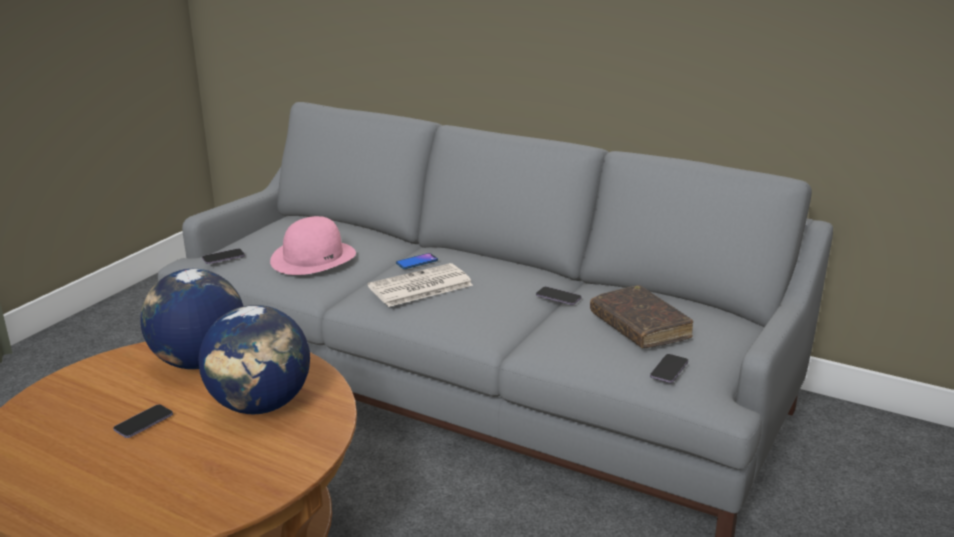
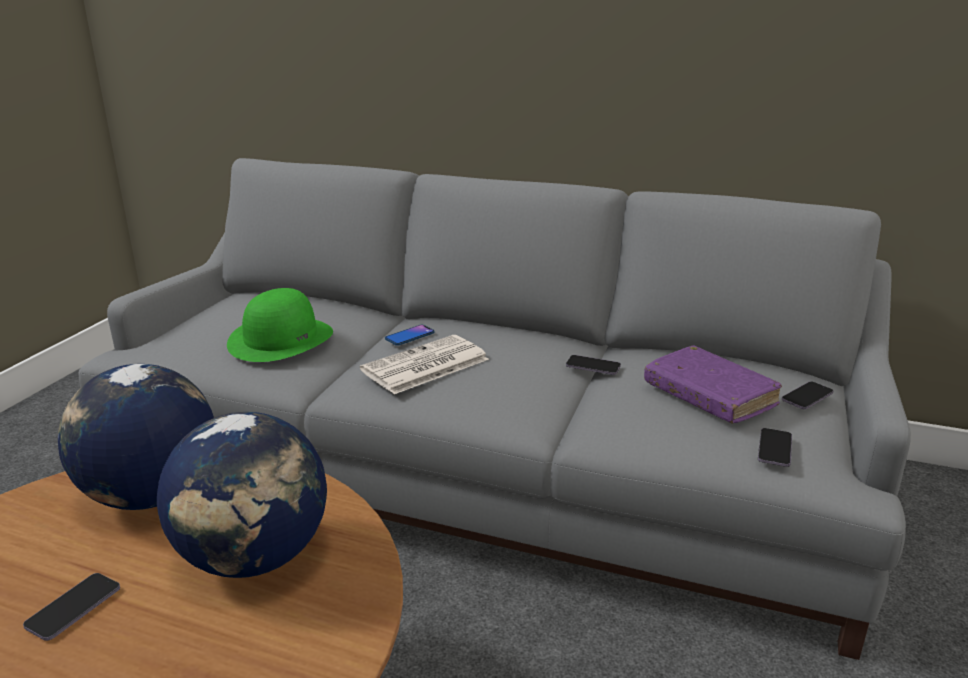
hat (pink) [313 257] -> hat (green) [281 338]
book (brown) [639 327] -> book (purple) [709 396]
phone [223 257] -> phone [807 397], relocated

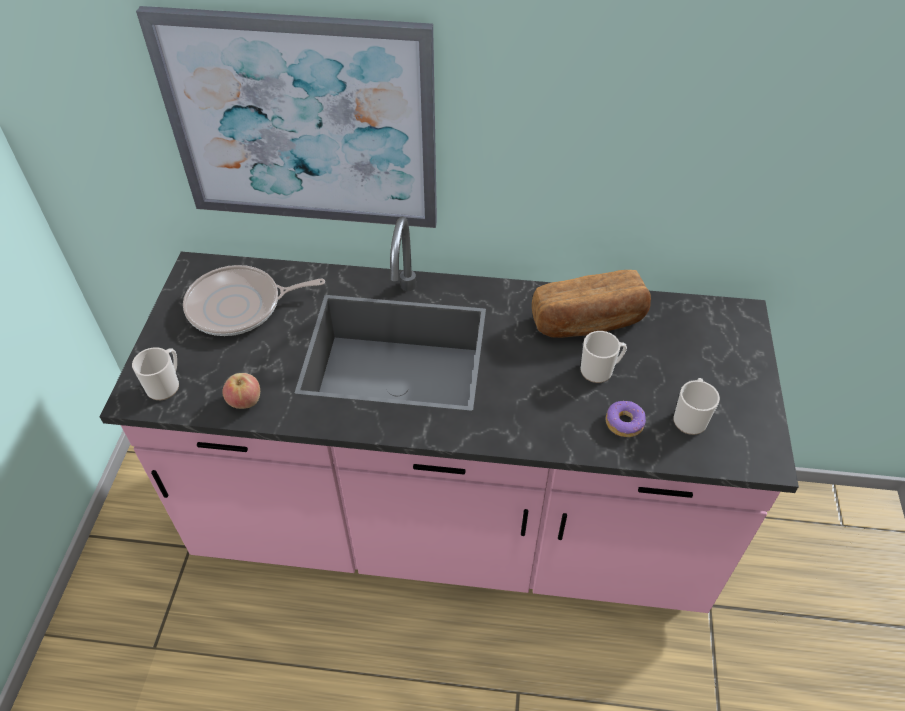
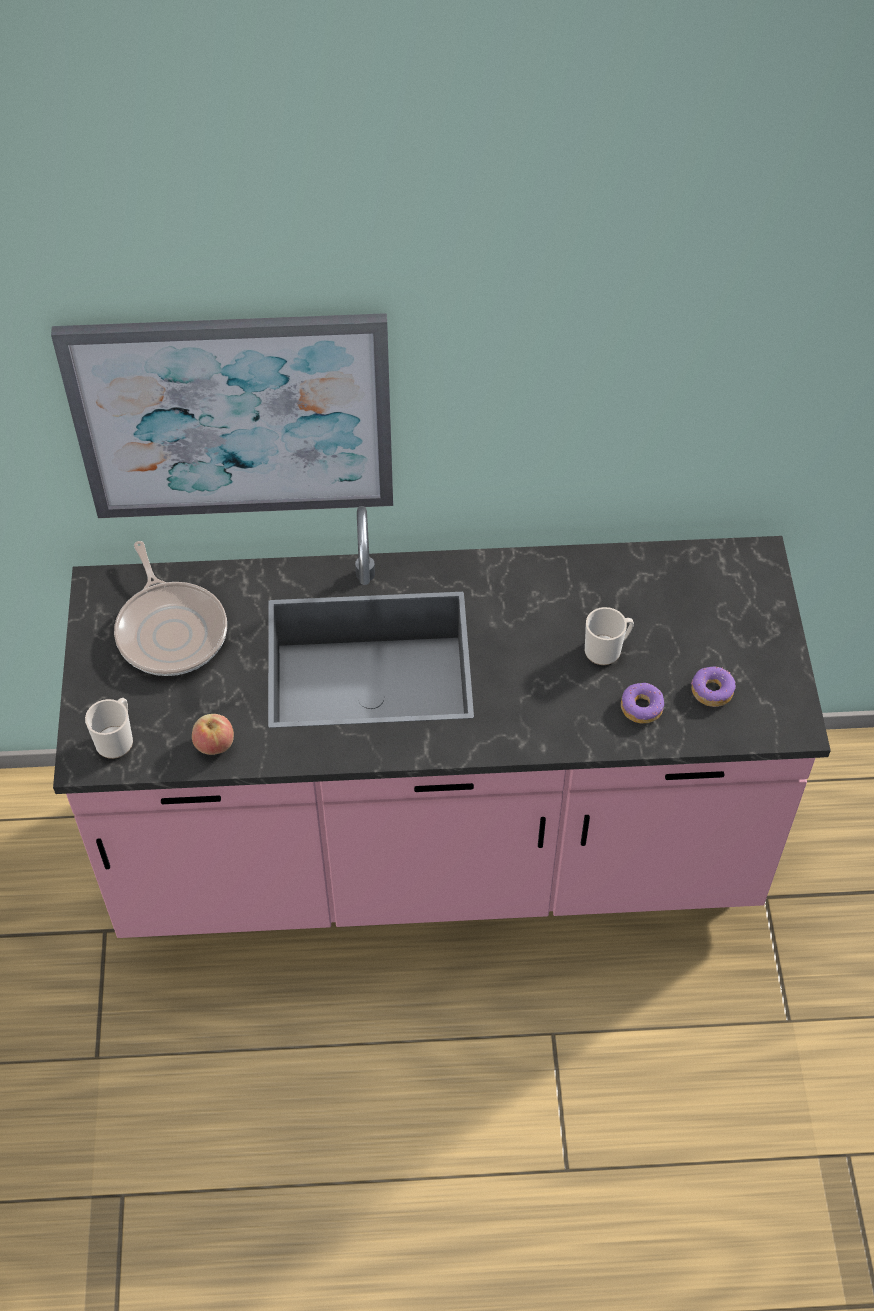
frying pan [240 306] -> frying pan [171 630], 90 degrees counterclockwise
mug [690 418] -> donut [711 691]
bread [588 322] -> none

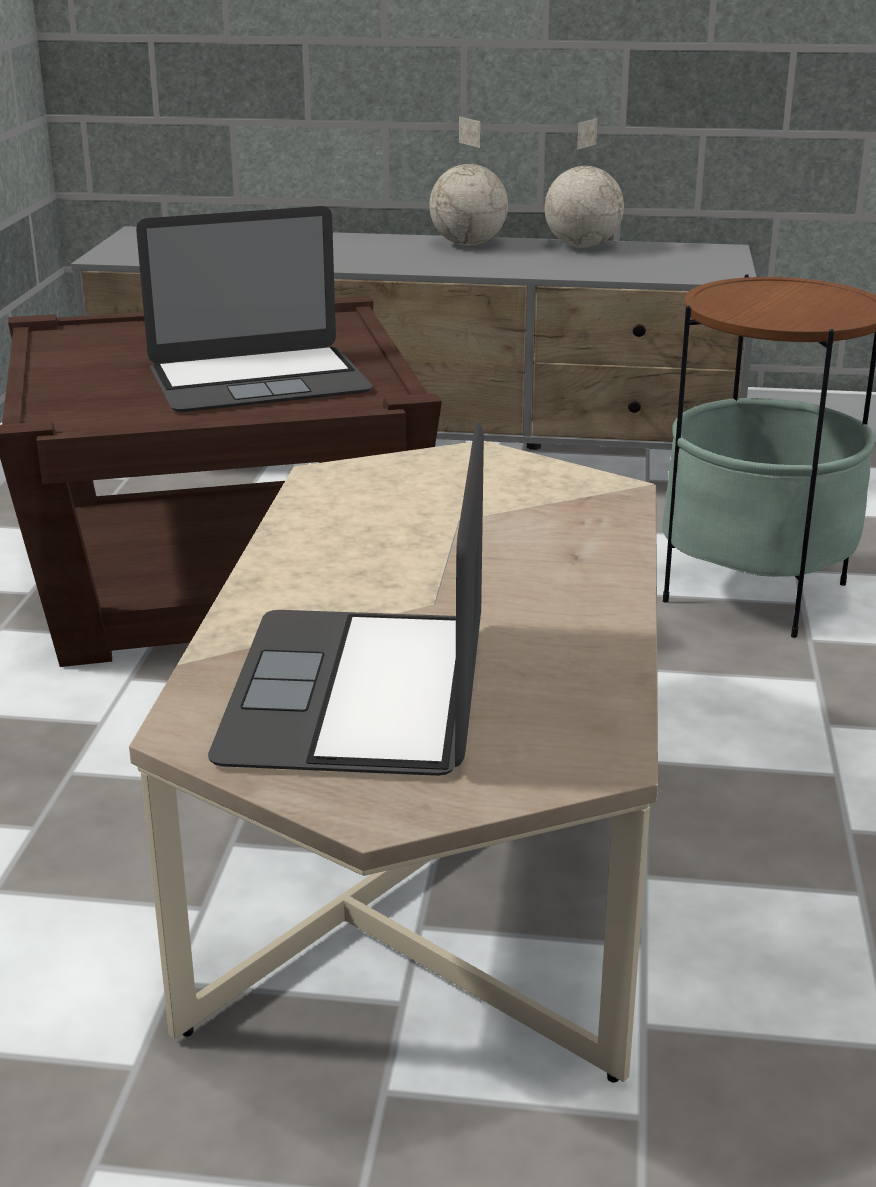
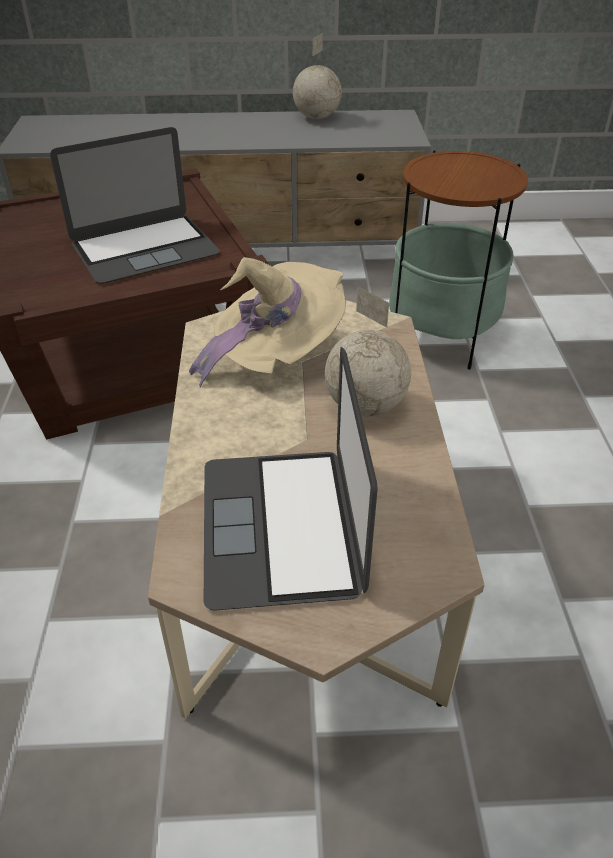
none -> hat (beige) [274 356]
globe [468 244] -> globe [365 405], relocated

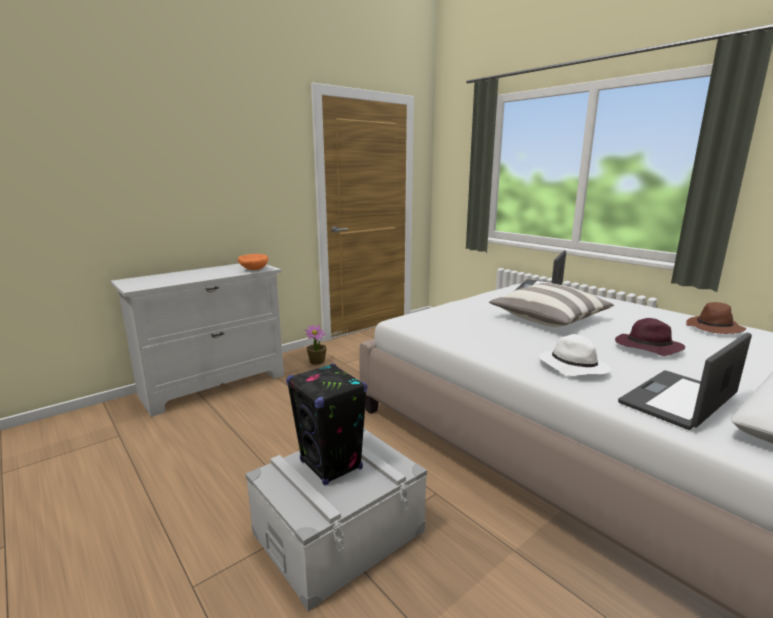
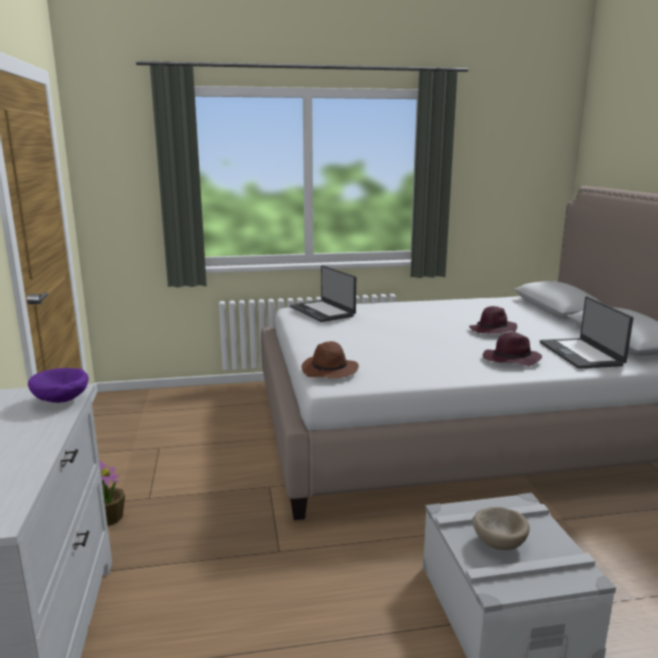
bowl (orange) [253 270] -> bowl (purple) [61 401]
hat (brown) [714 328] -> hat (brown) [330 371], relocated
speaker (black) [331 465] -> bowl (beige) [499 542]
hat (white) [572 367] -> hat (purple) [510 360]
pillow [549 319] -> none

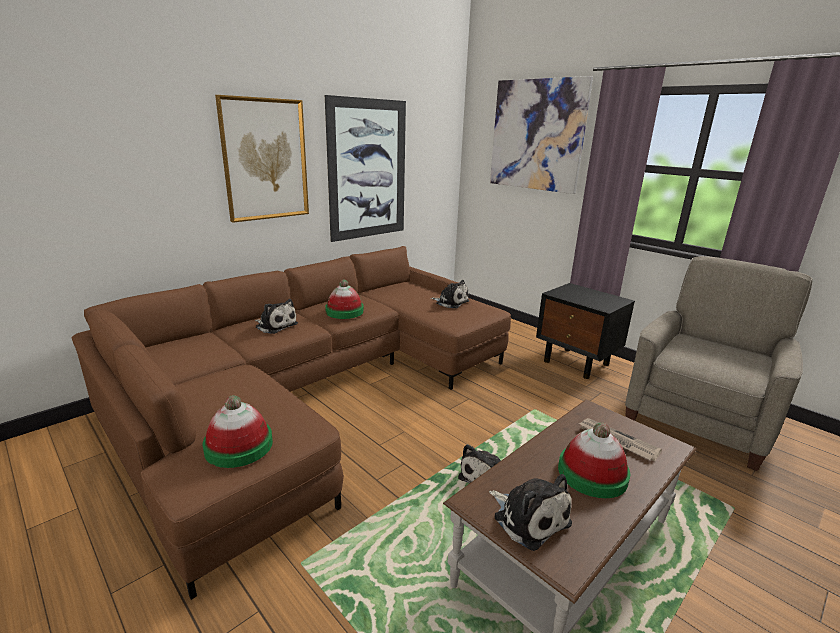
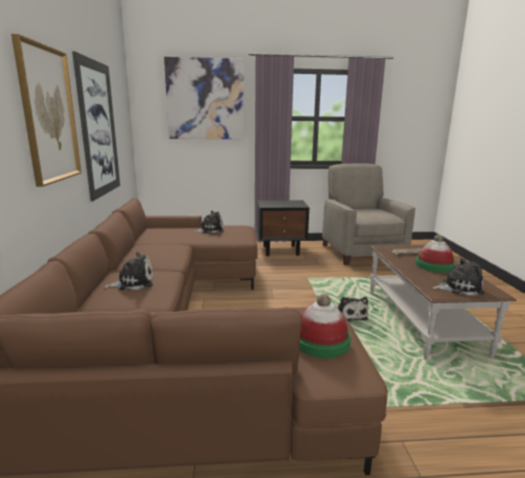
hat [344 311] -> none

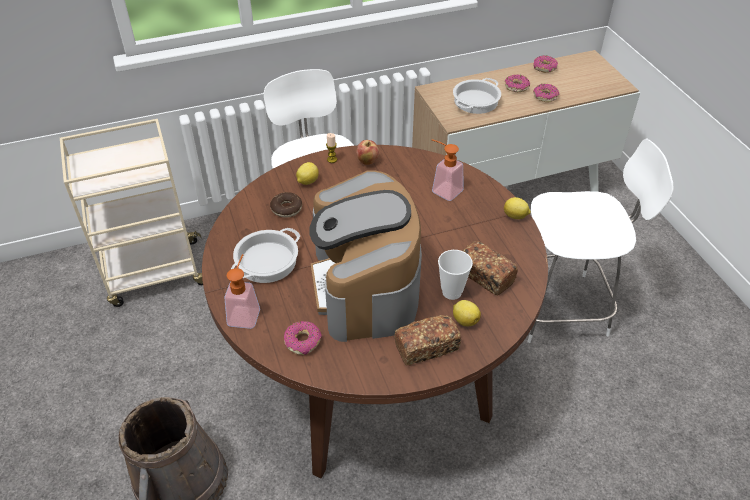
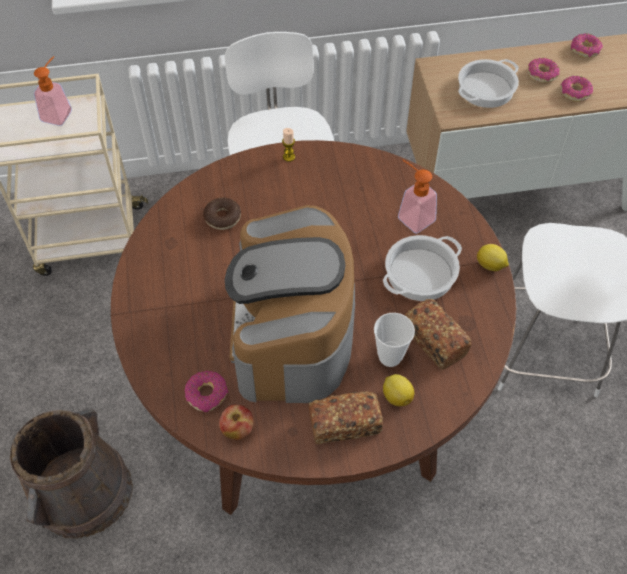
soap dispenser [245 312] -> soap dispenser [59 112], relocated
apple [367 161] -> apple [237 430], relocated
cooking pot [267 262] -> cooking pot [420 274], relocated
lemon [307 181] -> none

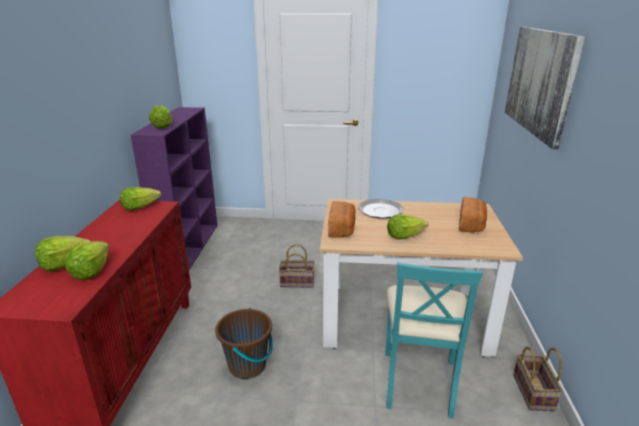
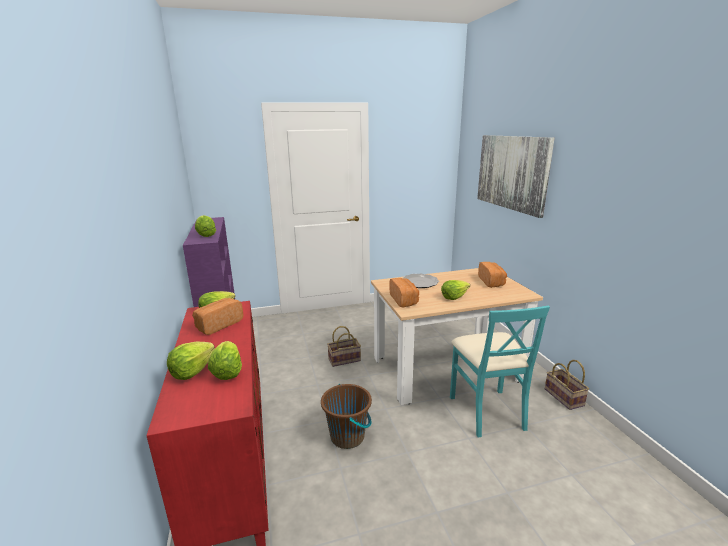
none -> bread [218 325]

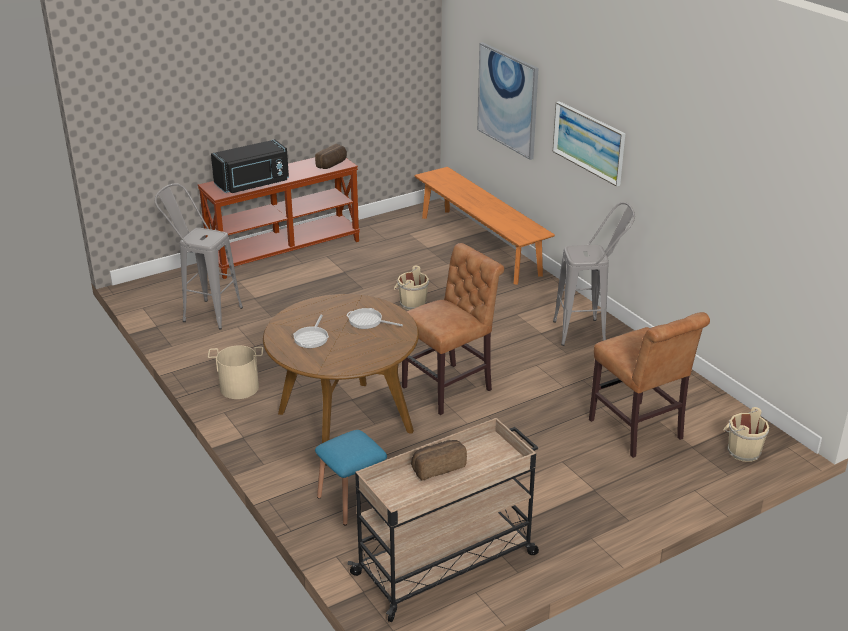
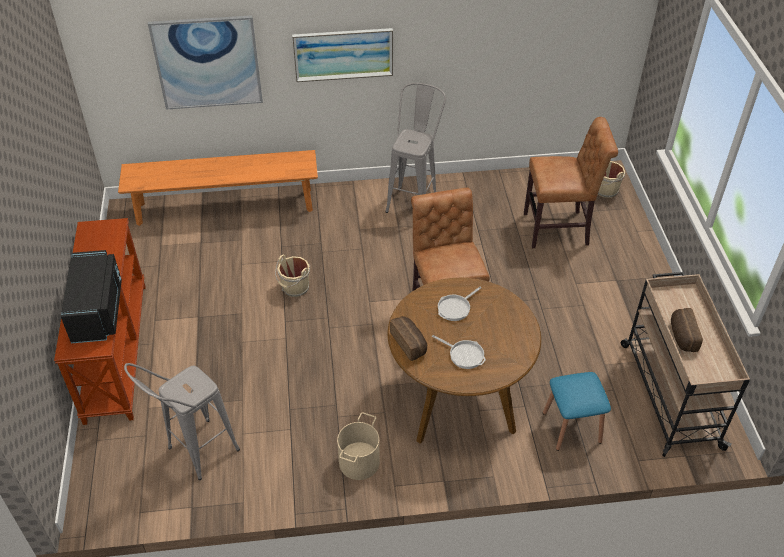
bread [332 164] -> bread [410 343], relocated

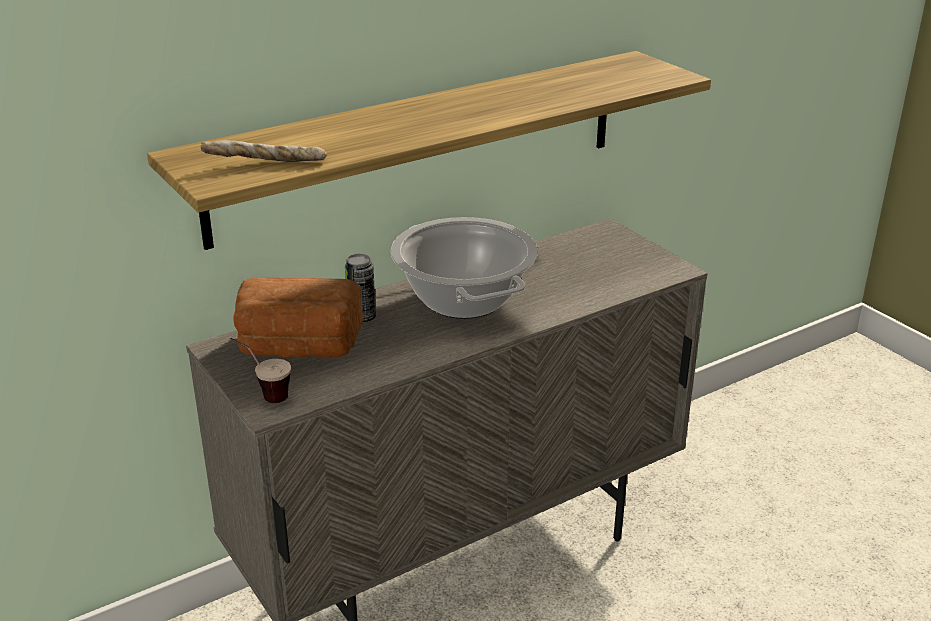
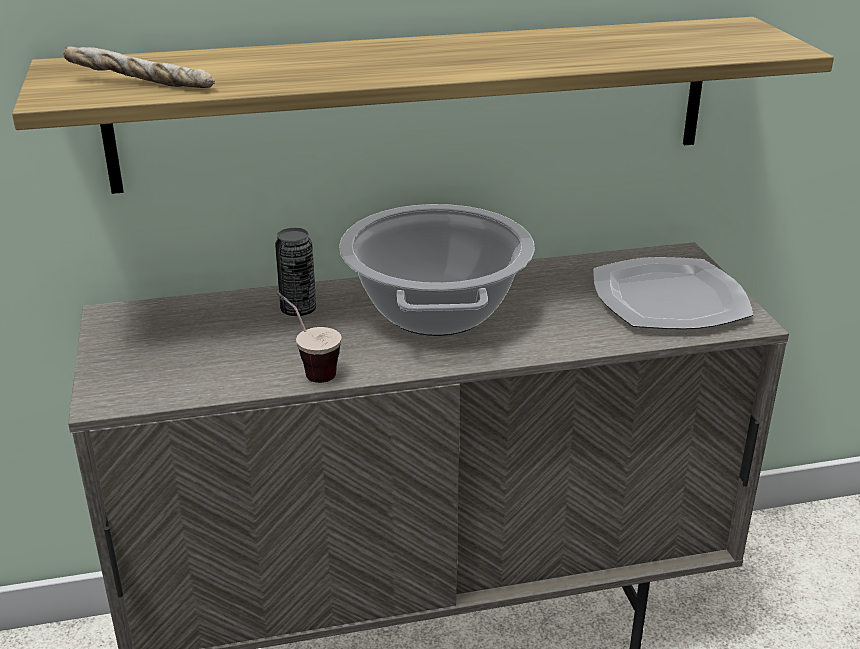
cup [263 394] -> cup [308 369], relocated
none -> plate [669 298]
bread [298 348] -> none

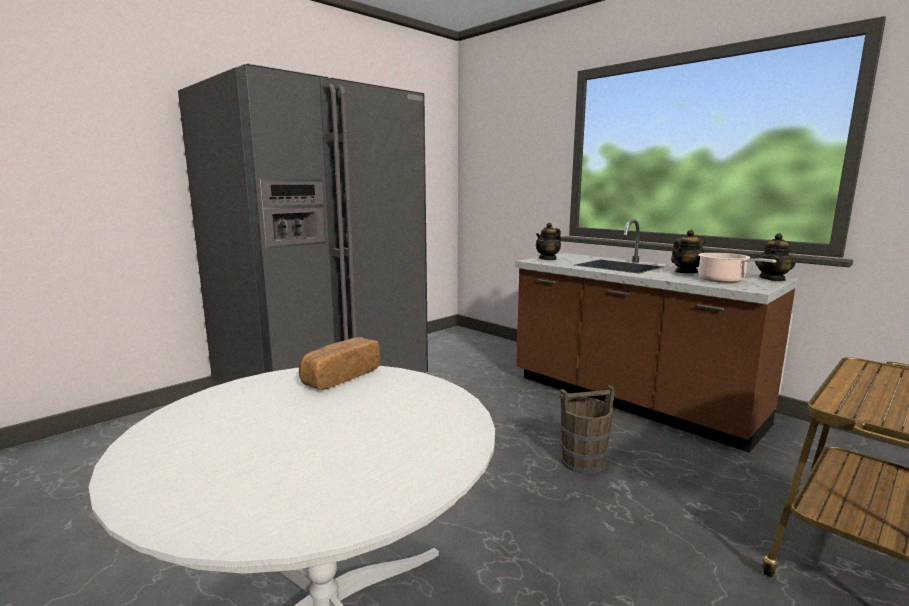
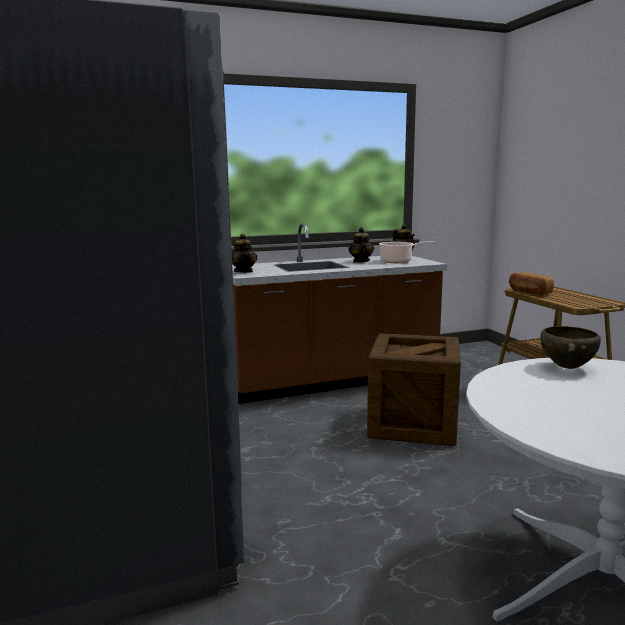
bucket (brown) [583 462] -> crate [413 424]
bread [340 377] -> bread [529 292], relocated
none -> bowl (brown) [567 367]

